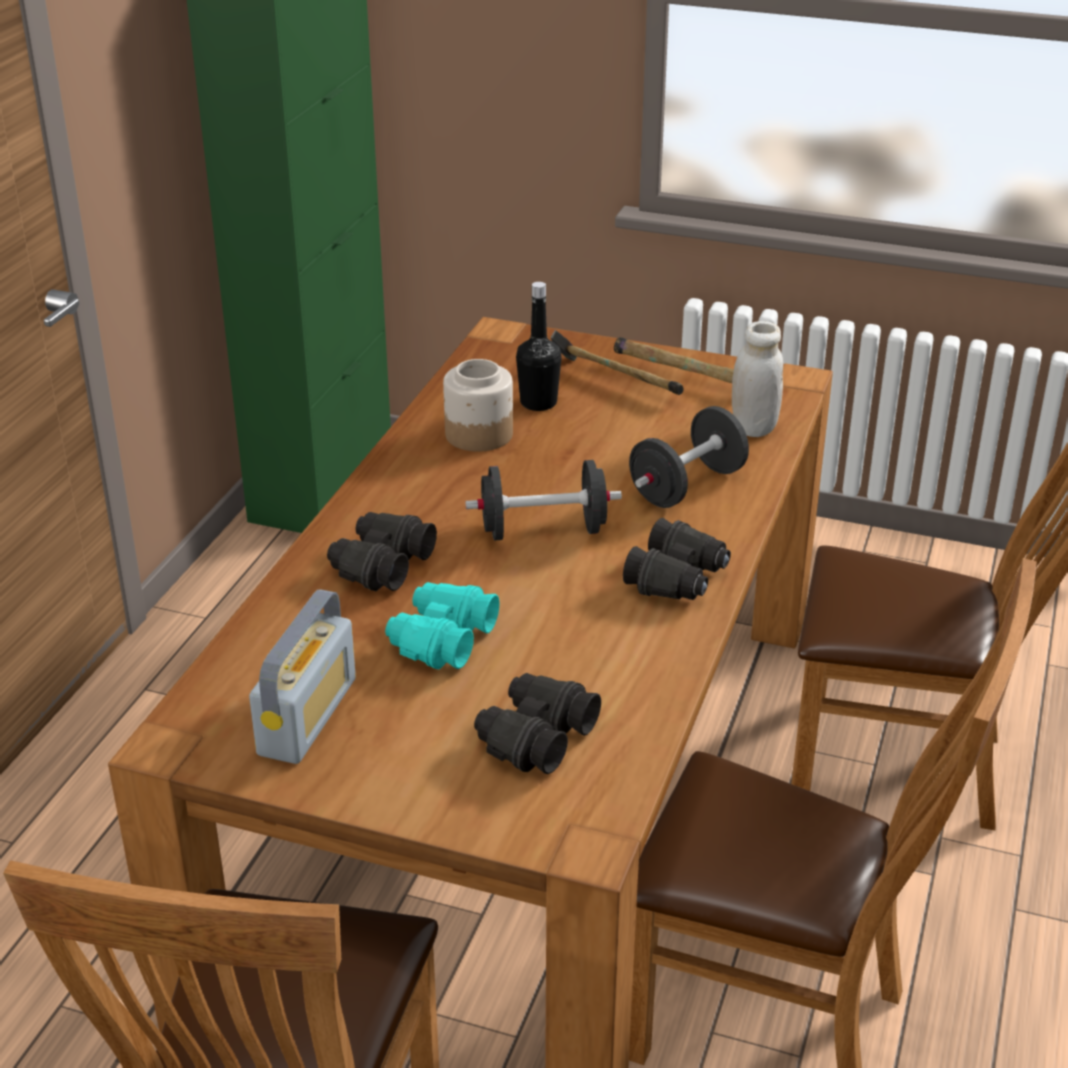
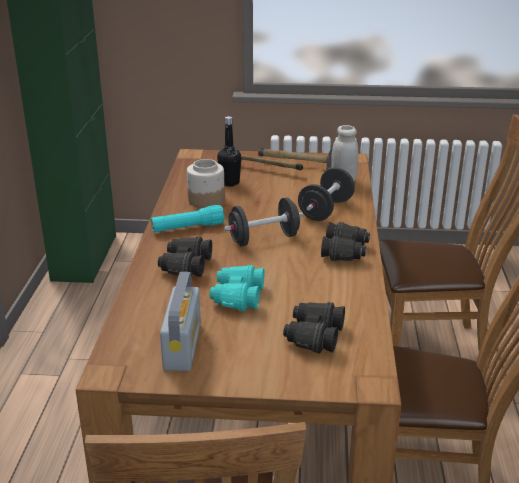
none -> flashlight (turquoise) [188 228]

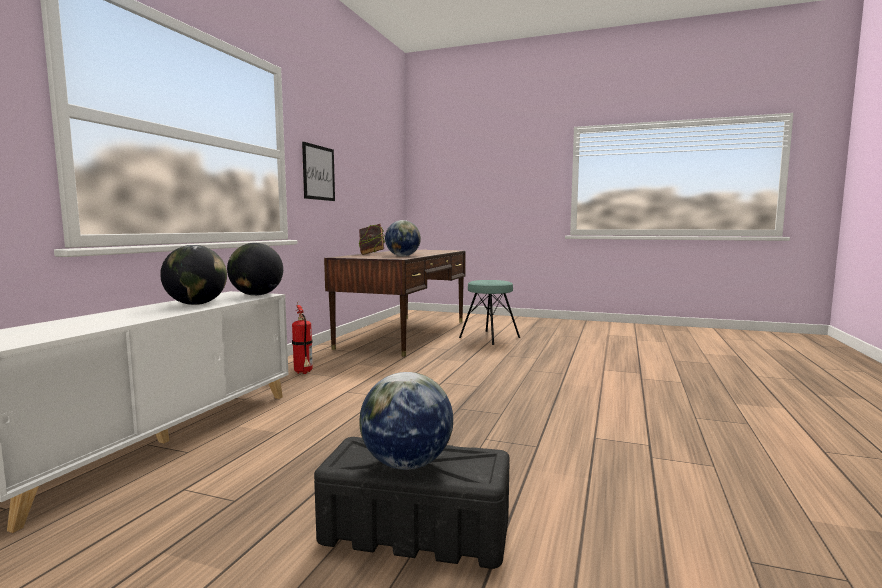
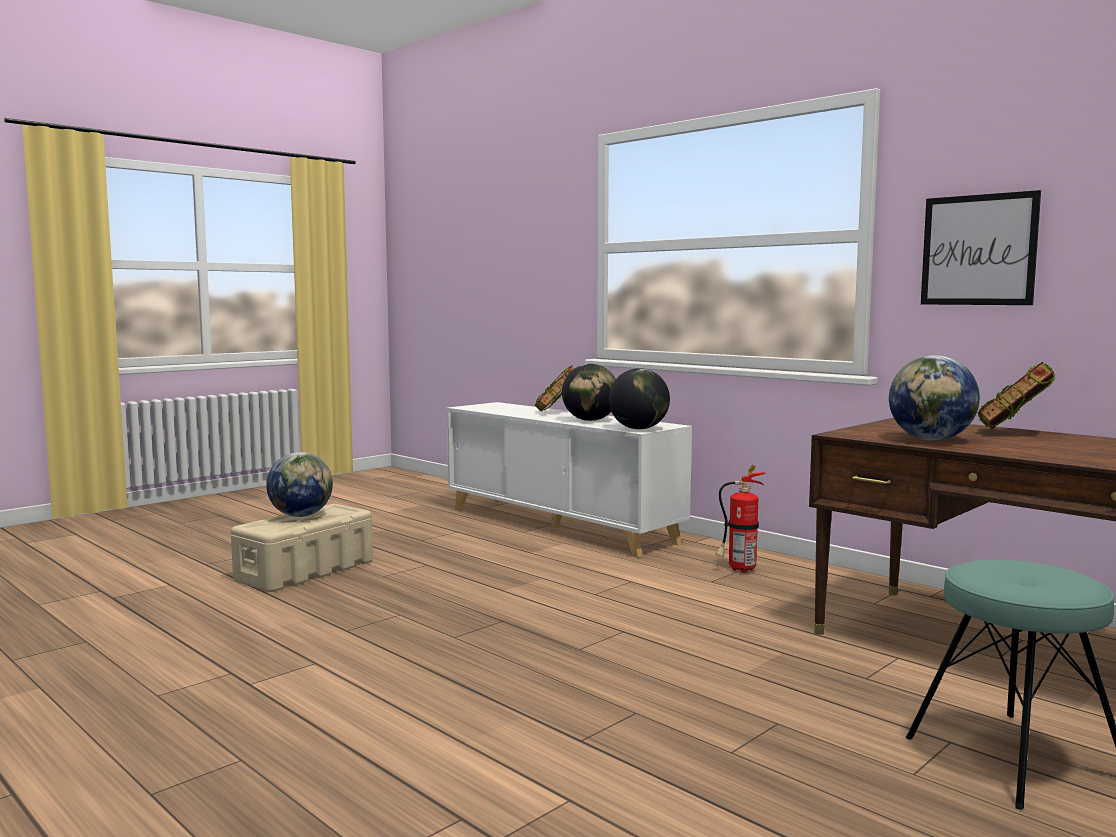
storage box (black) [414 531] -> storage box (beige) [306 570]
none -> book [556 412]

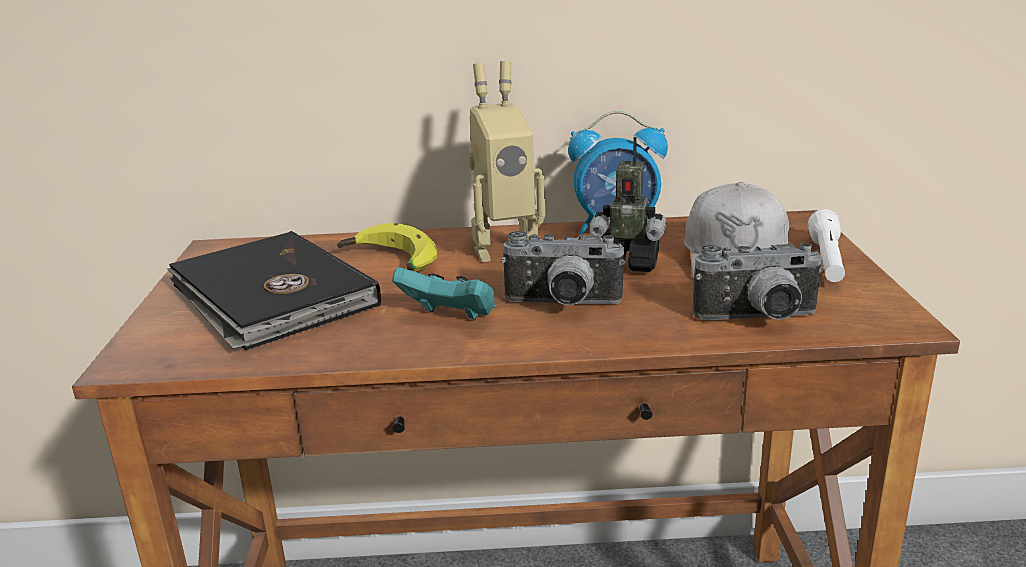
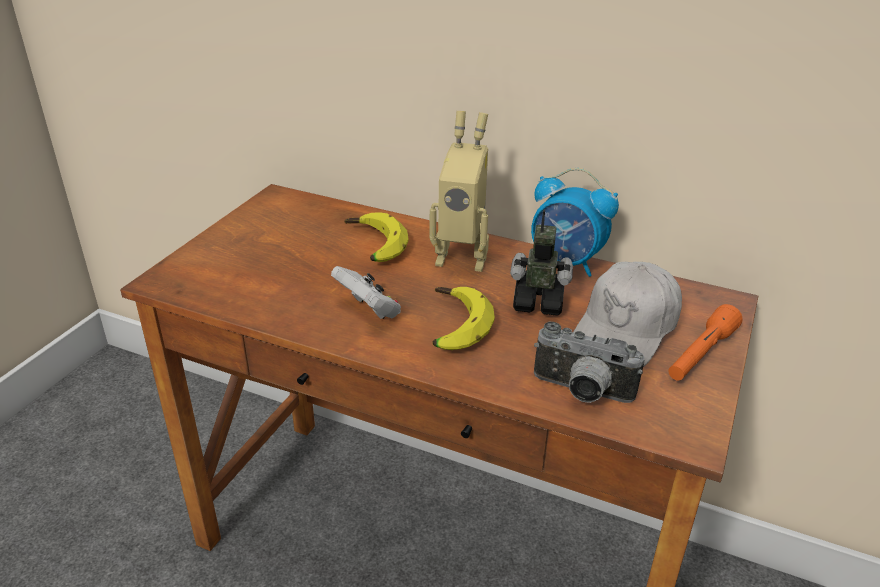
game controller (turquoise) [450 317] -> game controller (white) [369 311]
photo camera [562 305] -> banana [452 327]
toy robot [627 263] -> toy robot [538 302], 150 degrees clockwise
flashlight (white) [827 261] -> flashlight (orange) [700 355]
book (black) [271 297] -> none

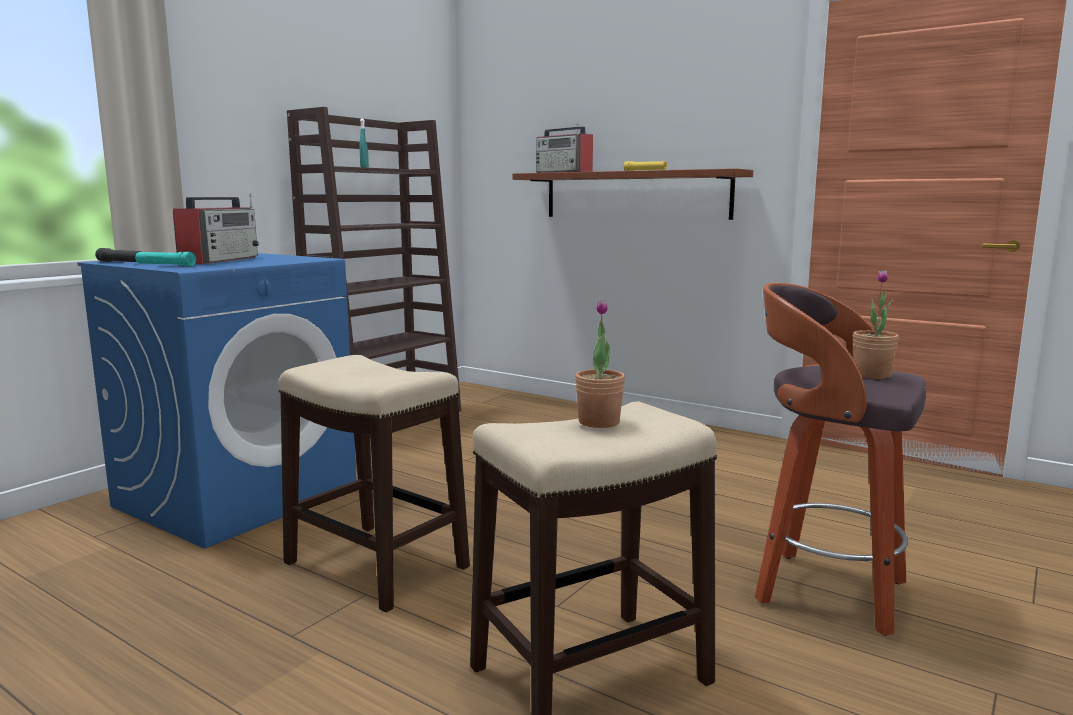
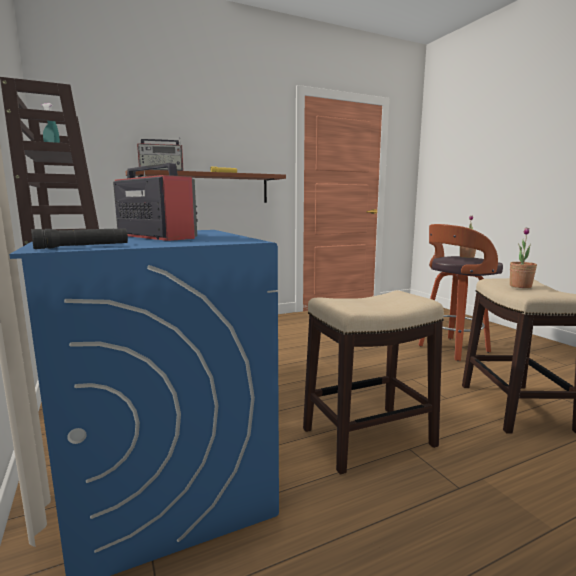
flashlight (turquoise) [165 265] -> none

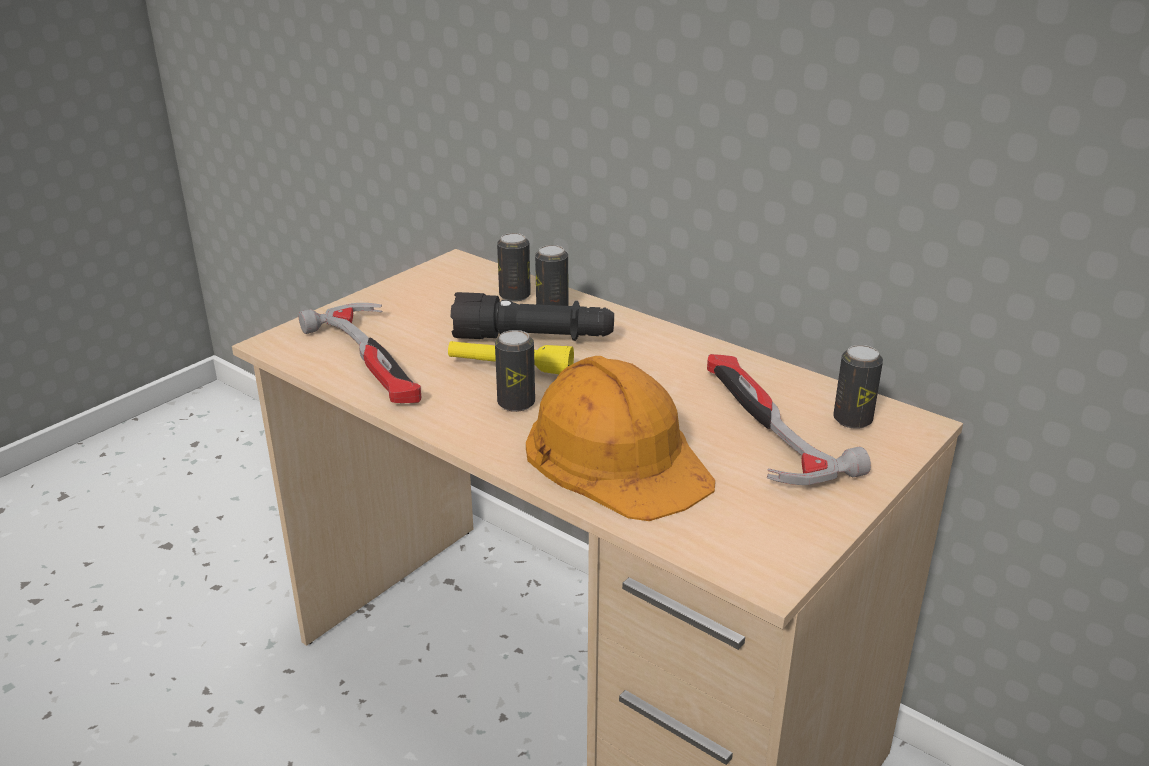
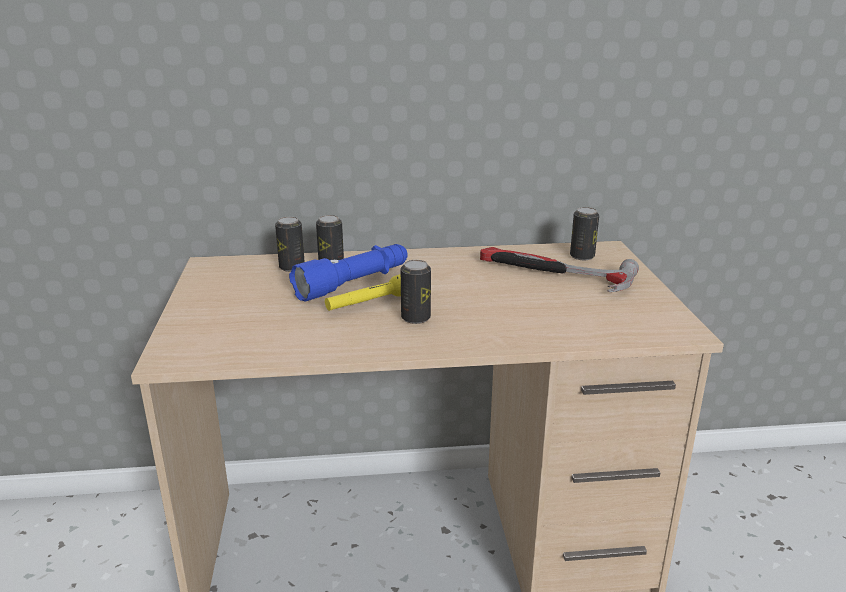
flashlight (black) [534 339] -> flashlight (blue) [354 284]
hammer [374 360] -> none
hard hat (orange) [617 455] -> none

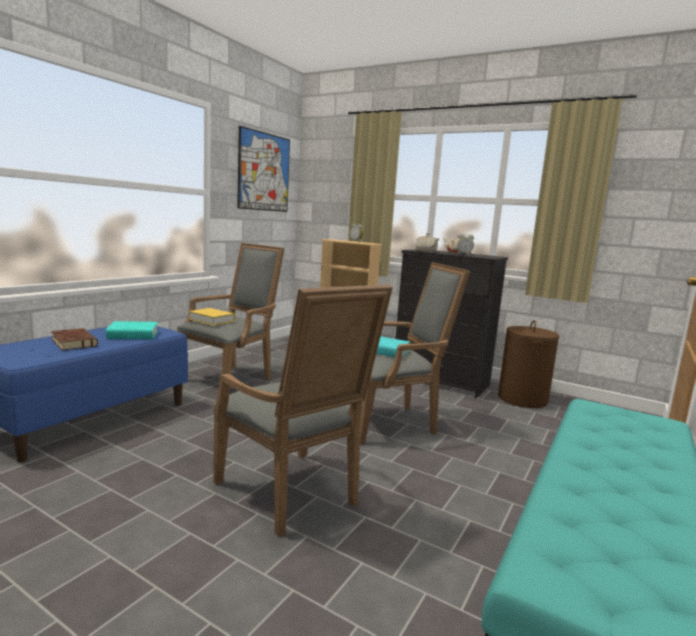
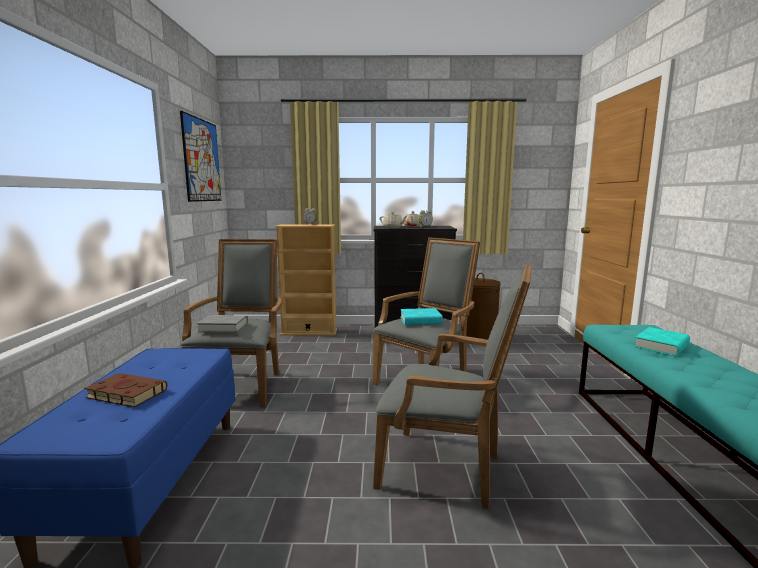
book (yellow) [212 320] -> book (grey) [223 327]
book (turquoise) [133 335] -> book (turquoise) [661 346], relocated

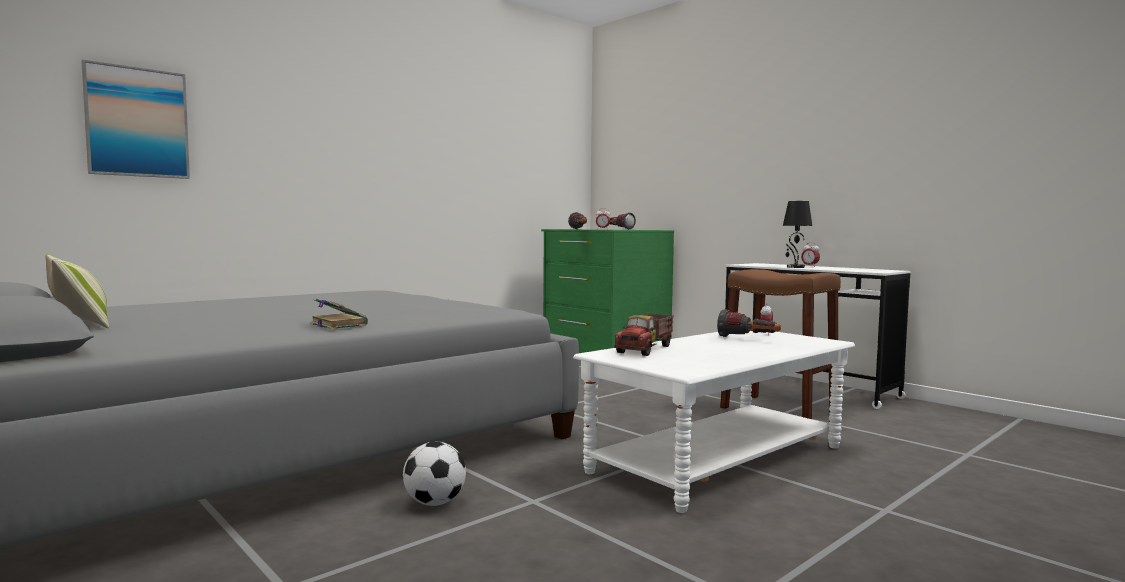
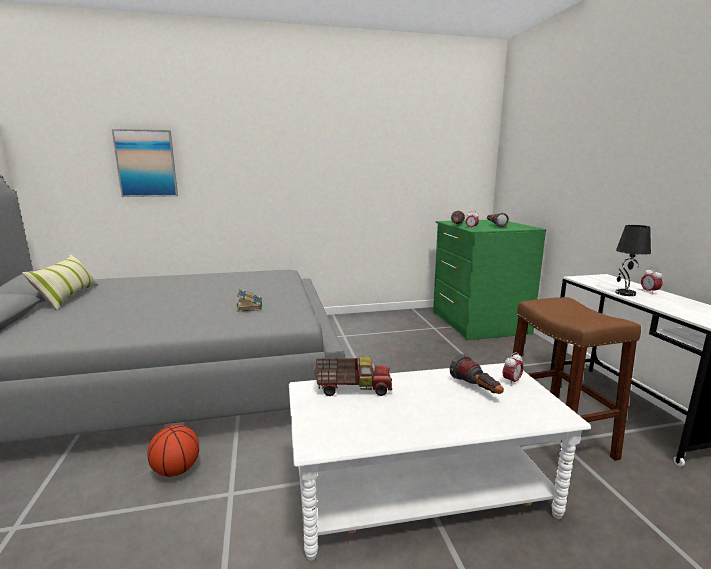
football [434 503] -> basketball [177 470]
book [338 324] -> book [249 306], relocated
toy truck [646 349] -> toy truck [353 388], 150 degrees counterclockwise

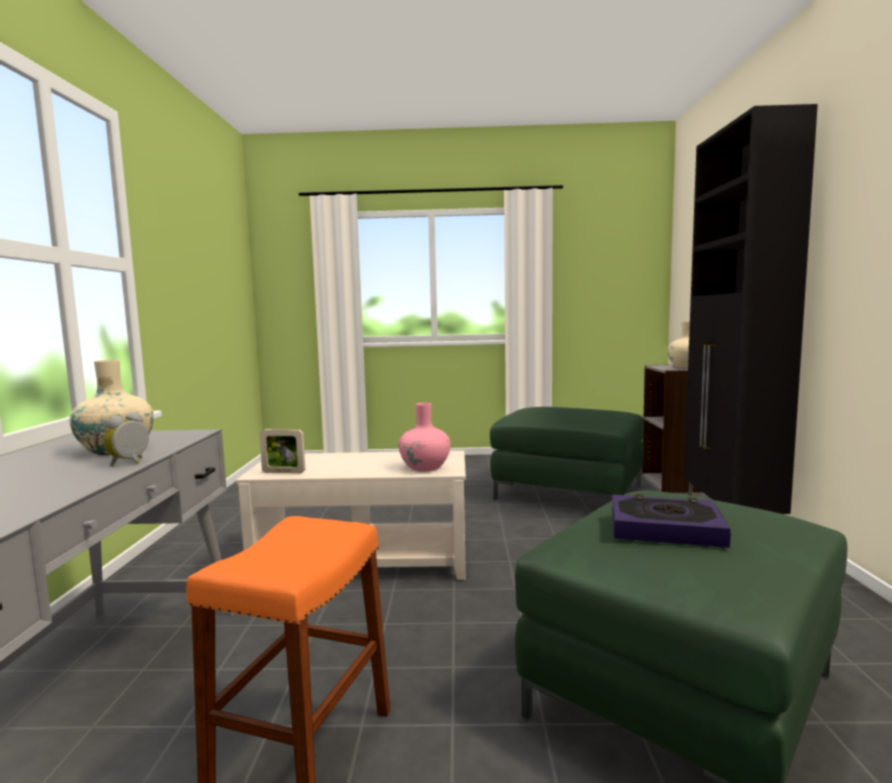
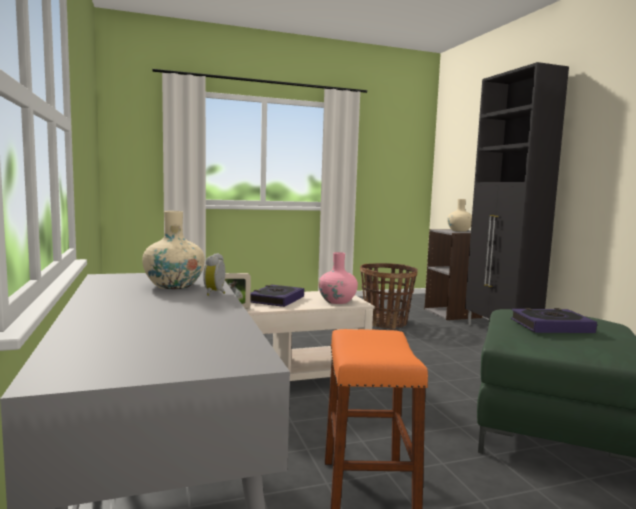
none -> book [276 300]
ottoman (green) [568 492] -> basket [386 322]

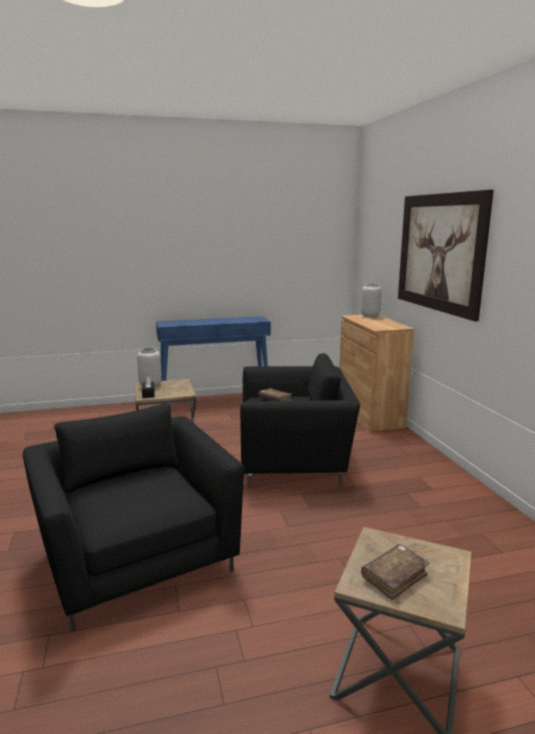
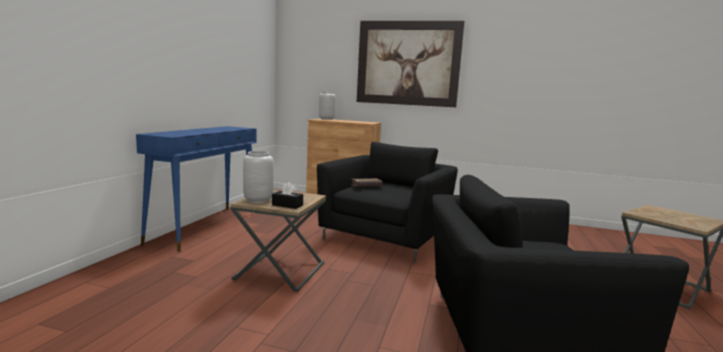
book (brown) [394 577] -> none

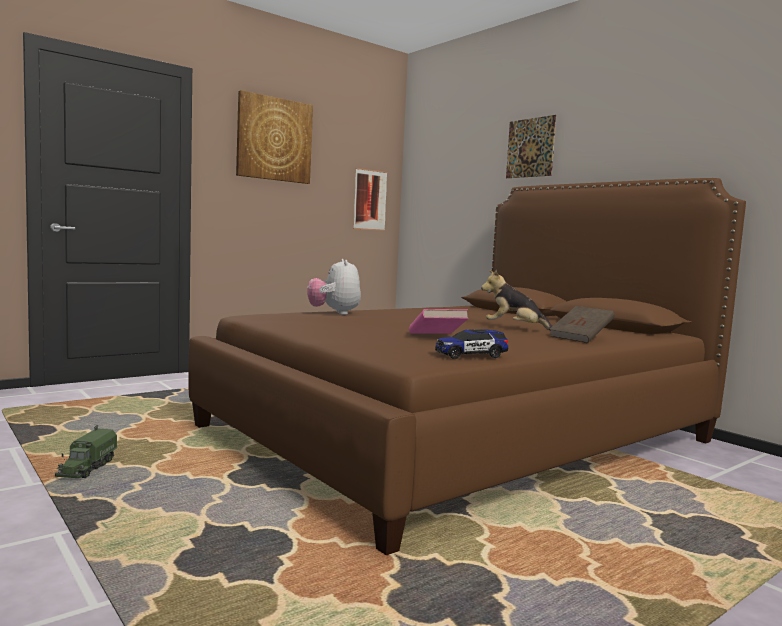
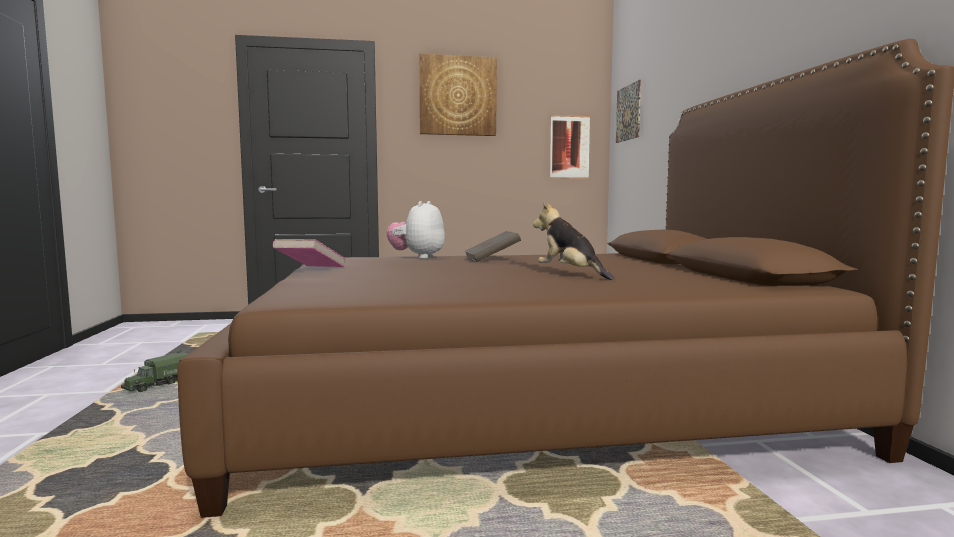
book (pink) [436 337] -> book (pink) [310 269], relocated
book (brown) [581 338] -> book (brown) [492 259], relocated
picture [530 148] -> picture [628 113], relocated
toy car [470 355] -> none

